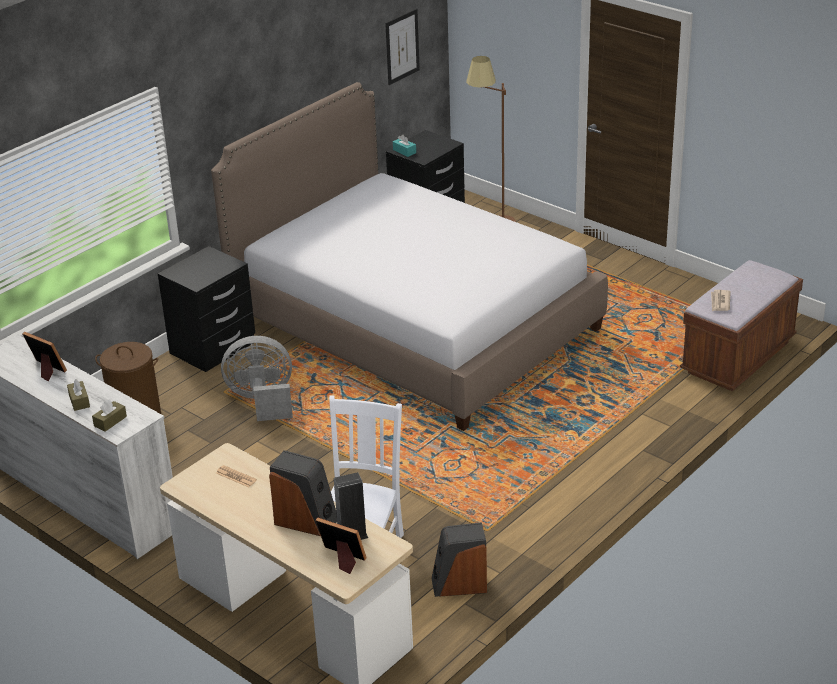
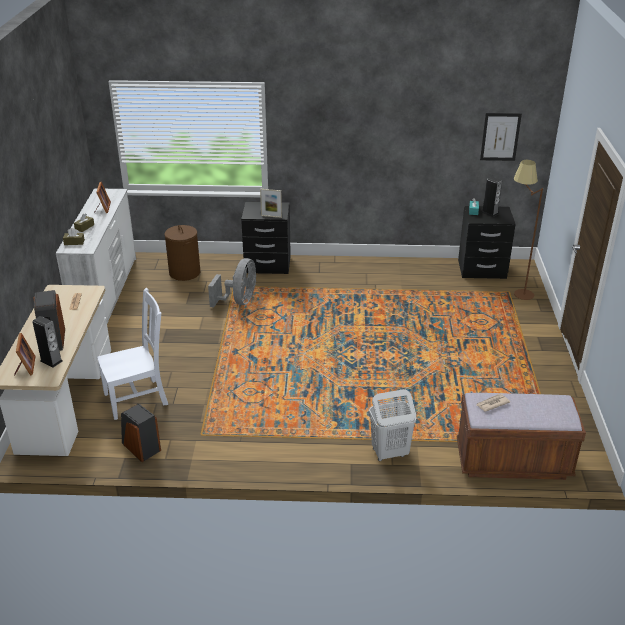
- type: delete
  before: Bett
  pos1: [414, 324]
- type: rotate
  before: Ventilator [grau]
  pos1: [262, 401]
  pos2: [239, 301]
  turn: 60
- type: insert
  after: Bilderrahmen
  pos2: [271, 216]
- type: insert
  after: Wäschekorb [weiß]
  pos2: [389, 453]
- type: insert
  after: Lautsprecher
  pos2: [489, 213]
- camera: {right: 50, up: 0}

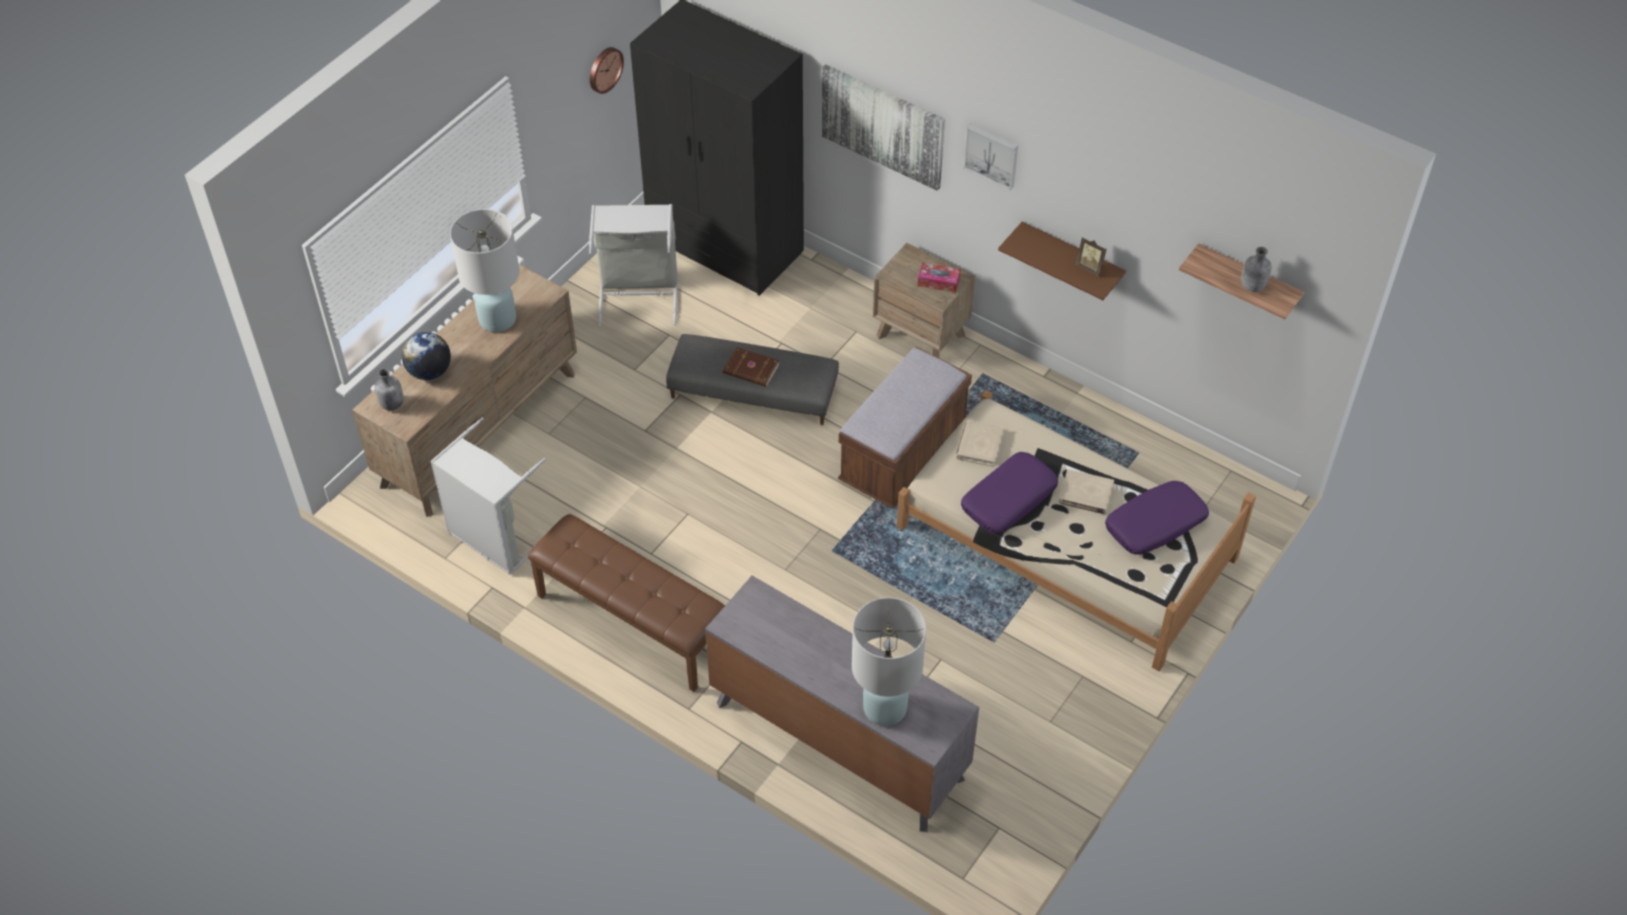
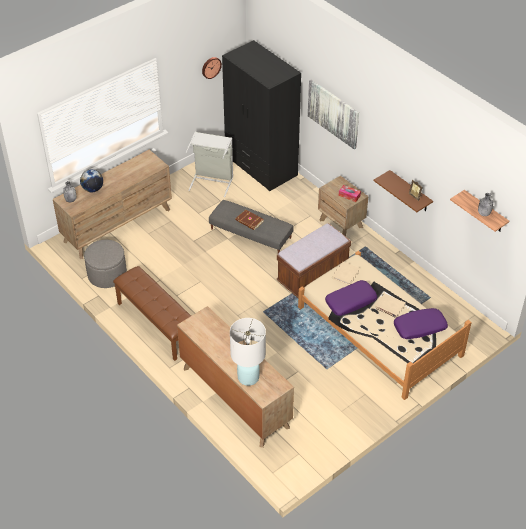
- type: replace
  before: Wäschekorb [grau]
  after: Polsterhocker [grau]
  pos1: [495, 539]
  pos2: [107, 274]
- type: delete
  before: Tischlampe [weiß]
  pos1: [498, 319]
- type: recolor
  before: Kommode [grau]
  after: Kommode [braun]
  pos1: [837, 740]
  pos2: [234, 397]
- type: delete
  before: Bild
  pos1: [992, 155]
- camera: {right: 15, up: -5}

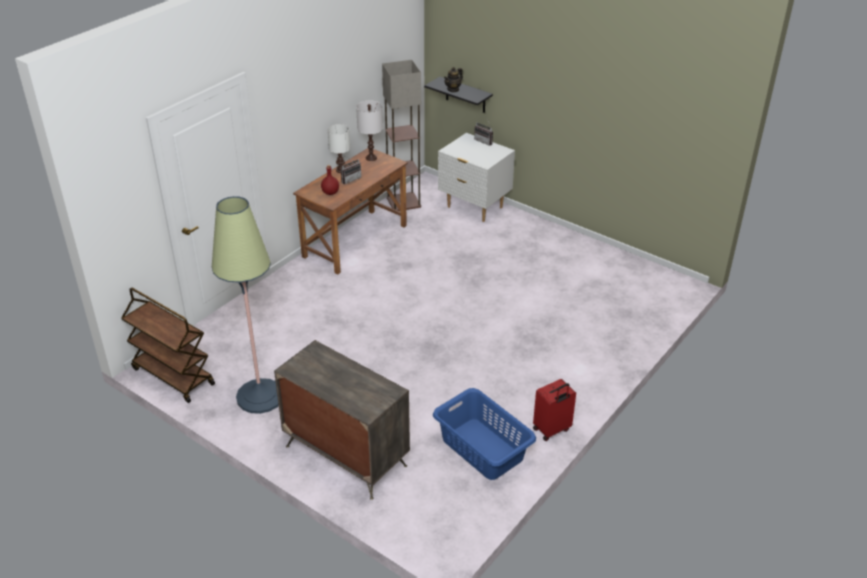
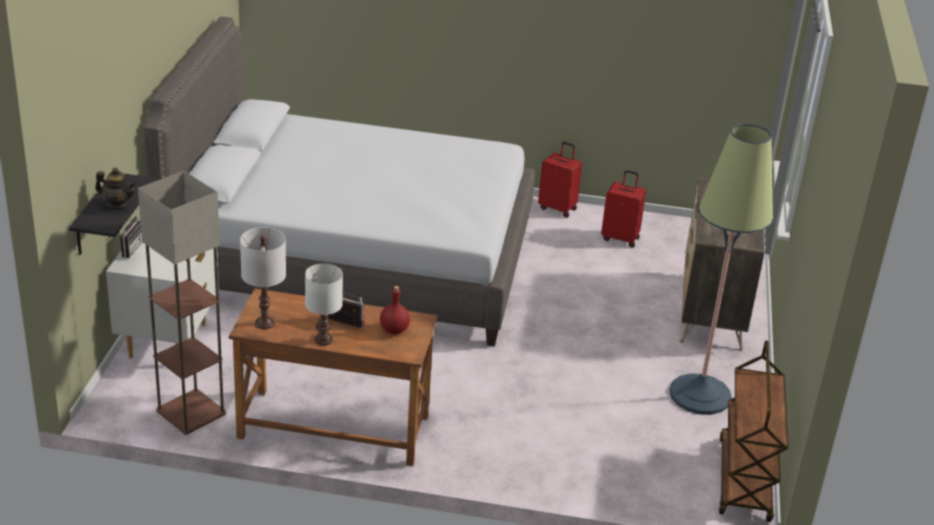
- type: replace
  before: Wäschekorb [blau]
  after: Koffer [rot]
  pos1: [482, 449]
  pos2: [620, 238]
- type: insert
  after: Bett [grau]
  pos2: [352, 259]
- camera: {right: -120, up: -5}

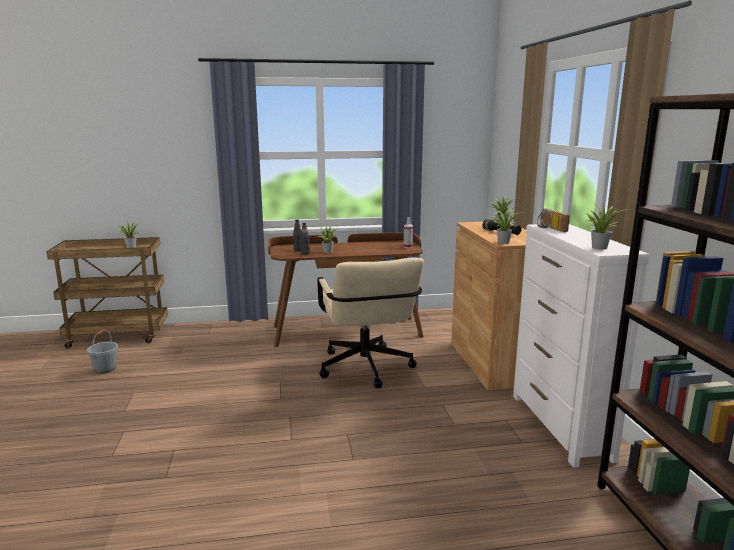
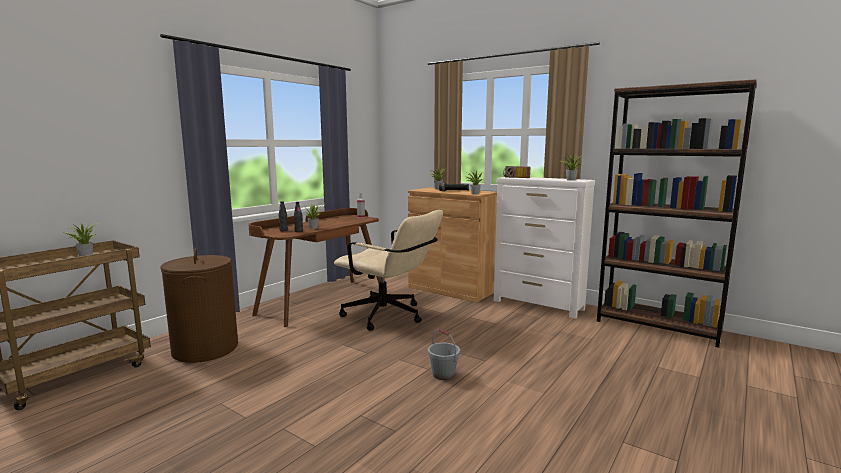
- type: move
  before: Eimer [grau]
  pos1: [105, 369]
  pos2: [443, 374]
- type: insert
  after: Wäschekorb [braun]
  pos2: [205, 349]
- camera: {right: -45, up: -5}

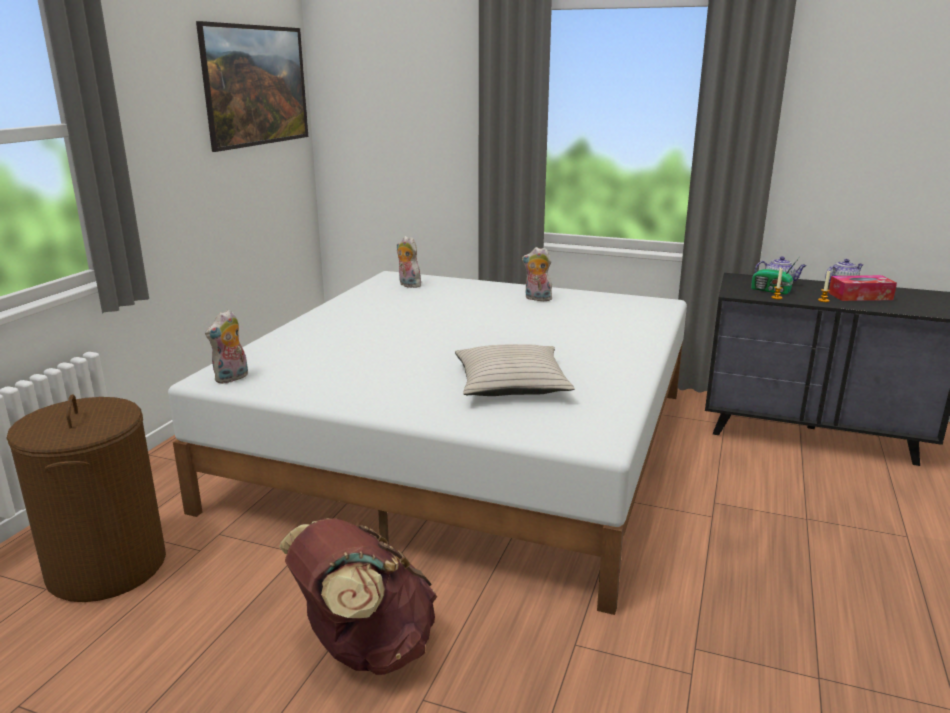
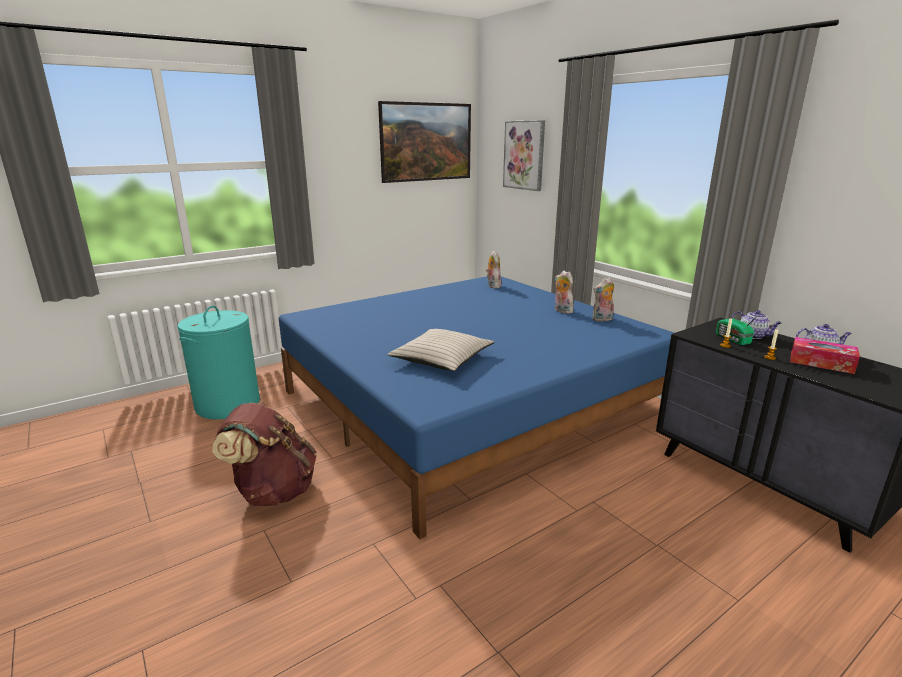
- type: recolor
  before: Wäschekorb [braun]
  after: Wäschekorb [türkis]
  pos1: [106, 567]
  pos2: [227, 404]
- type: recolor
  before: Bett [weiß]
  after: Bett [blau]
  pos1: [467, 447]
  pos2: [470, 404]
- type: move
  before: Plüschtier
  pos1: [232, 378]
  pos2: [602, 319]
- type: insert
  after: Bild
  pos2: [524, 155]
- camera: {right: 35, up: 0}

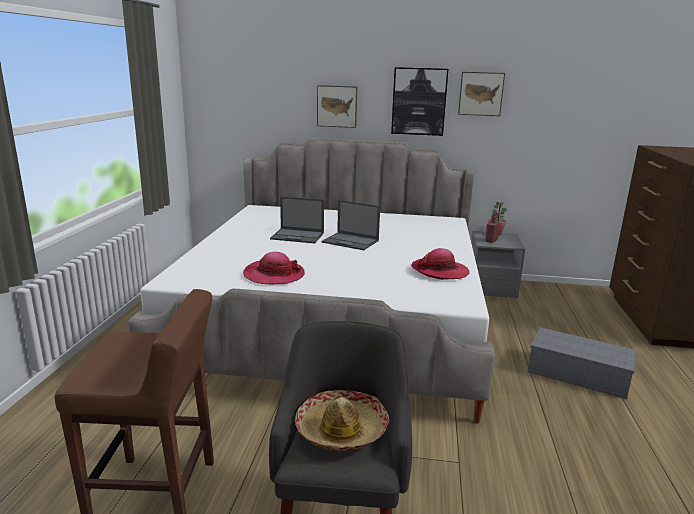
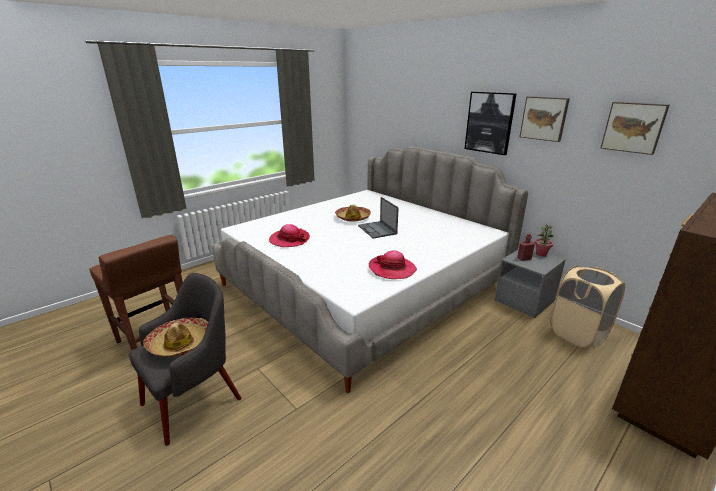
- type: replace
  before: Laptop
  after: Hut
  pos1: [298, 236]
  pos2: [352, 218]
- type: move
  before: Bild
  pos1: [337, 106]
  pos2: [633, 127]
- type: delete
  before: Aufbewahrungsbox [grau]
  pos1: [580, 374]
- type: insert
  after: Wäschekorb [beige]
  pos2: [578, 334]
- camera: {right: 40, up: 5}

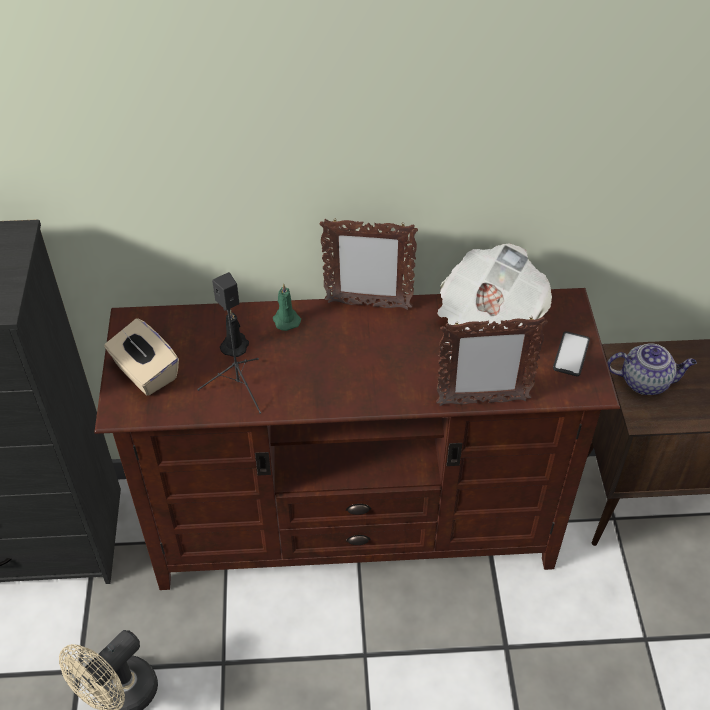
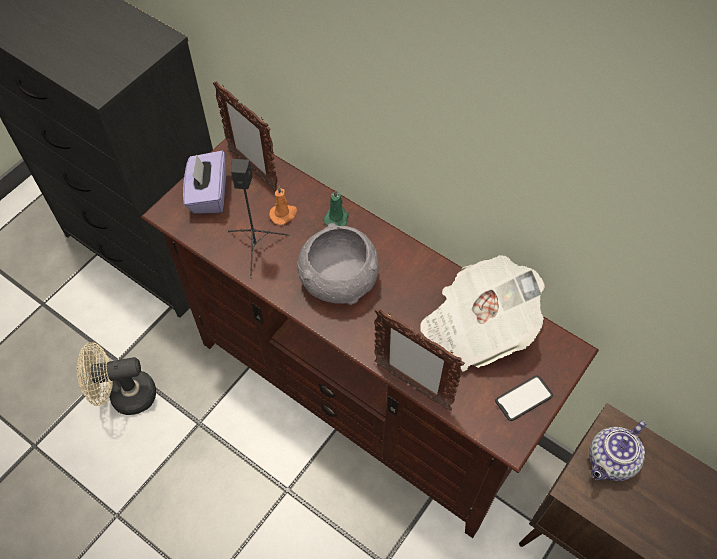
- type: recolor
  before: Taschentuchbox [beige]
  after: Taschentuchbox [lila]
  pos1: [145, 372]
  pos2: [208, 194]
- type: recolor
  before: Kerze [schwarz]
  after: Kerze [orange]
  pos1: [235, 345]
  pos2: [284, 214]
- type: move
  before: Bilderrahmen
  pos1: [367, 305]
  pos2: [253, 170]
- type: rotate
  before: Teekanne
  pos1: [646, 382]
  pos2: [610, 461]
  turn: 90
- type: insert
  after: Schüssel [grau]
  pos2: [339, 279]
- camera: {right: 40, up: 10}

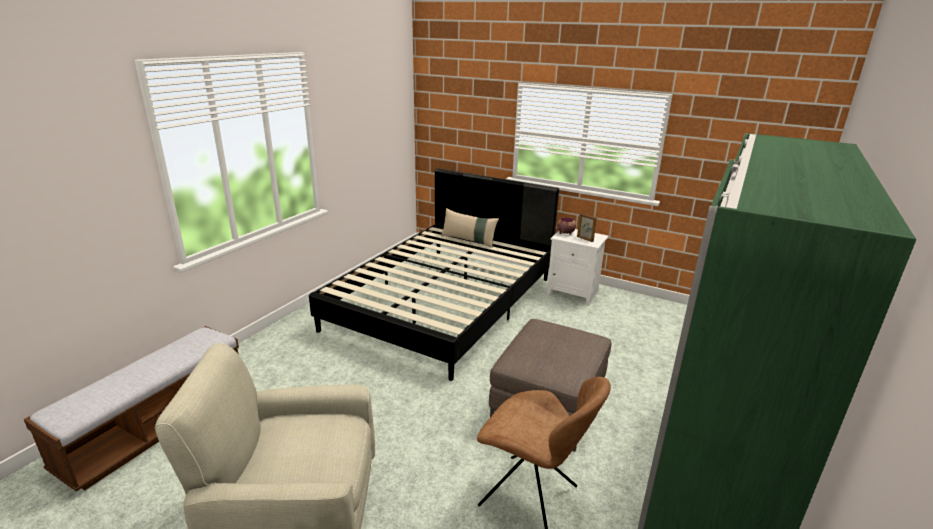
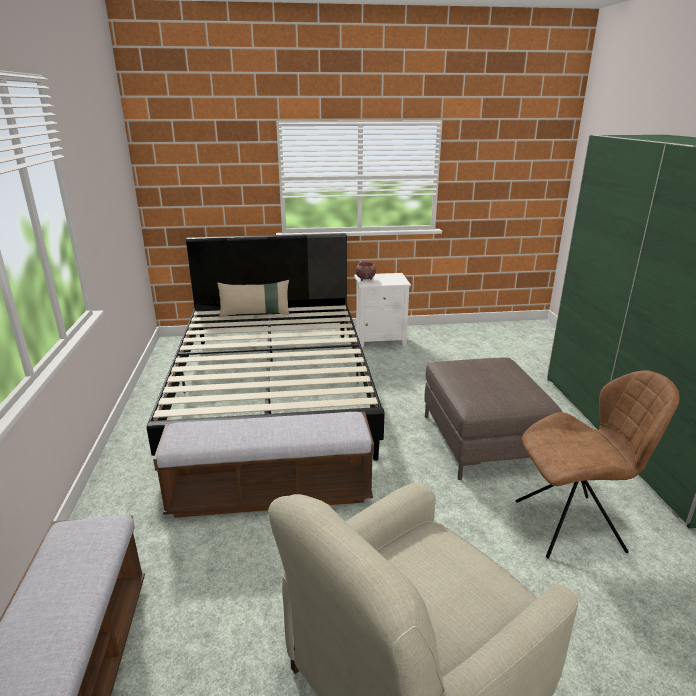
- type: delete
  before: Bilderrahmen
  pos1: [585, 239]
- type: insert
  after: Bank
  pos2: [271, 493]
- camera: {right: -35, up: 0}

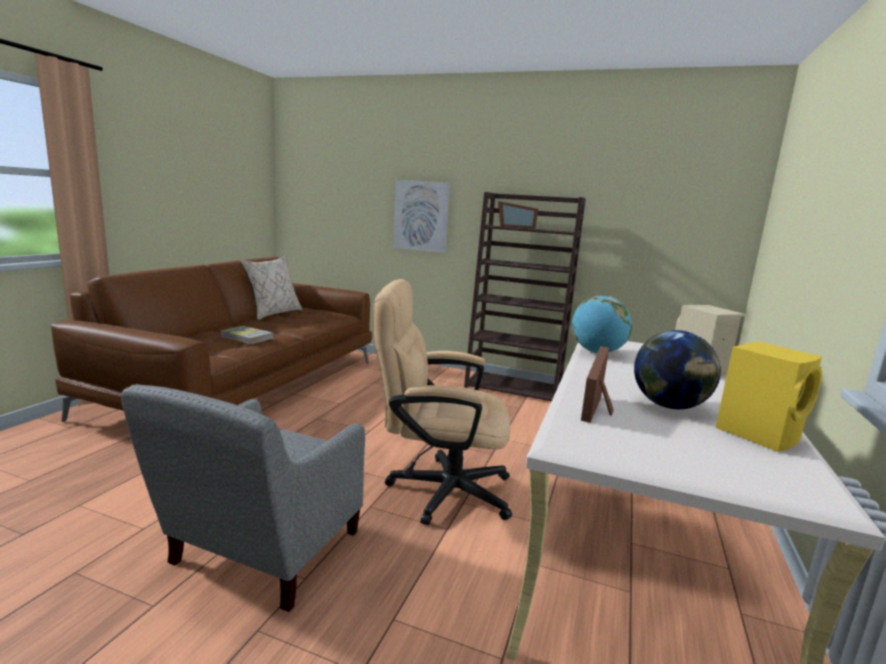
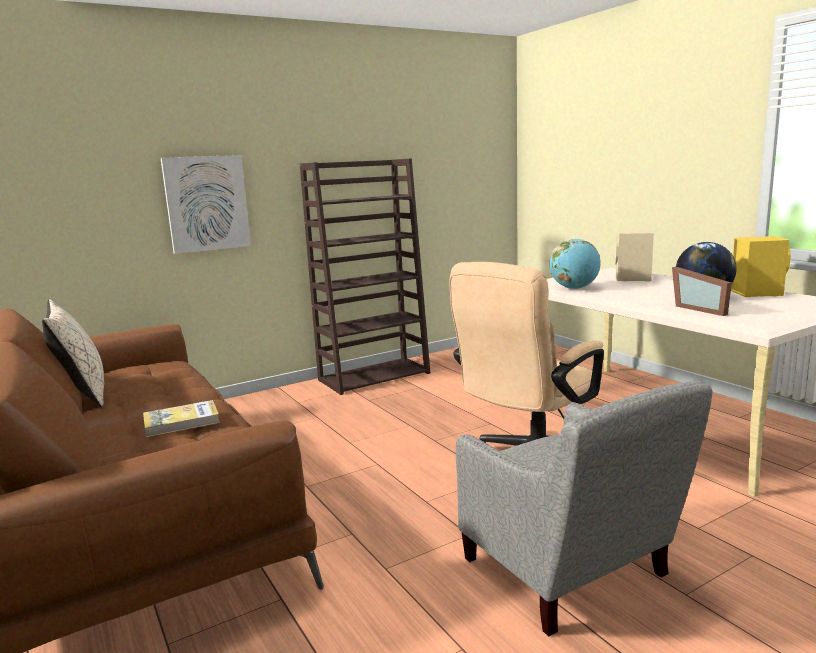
- type: delete
  before: Bilderrahmen
  pos1: [516, 227]
- camera: {right: -50, up: 0}

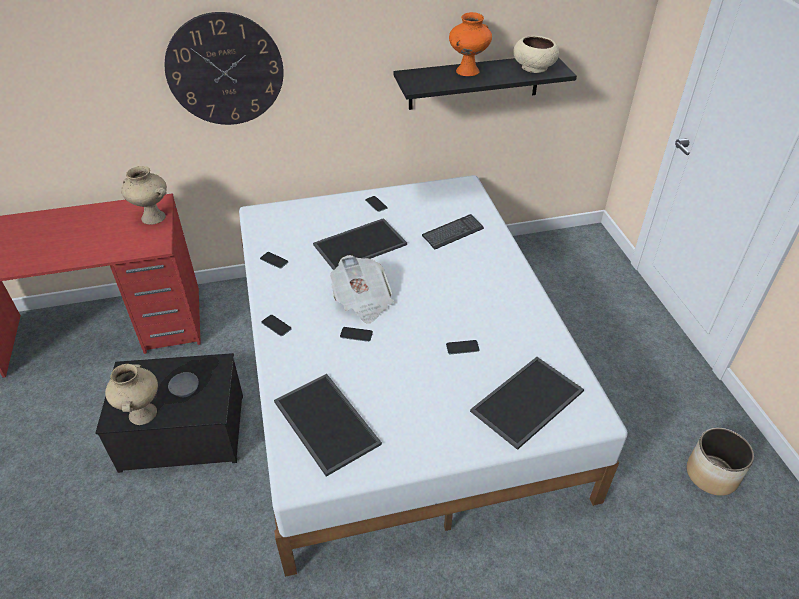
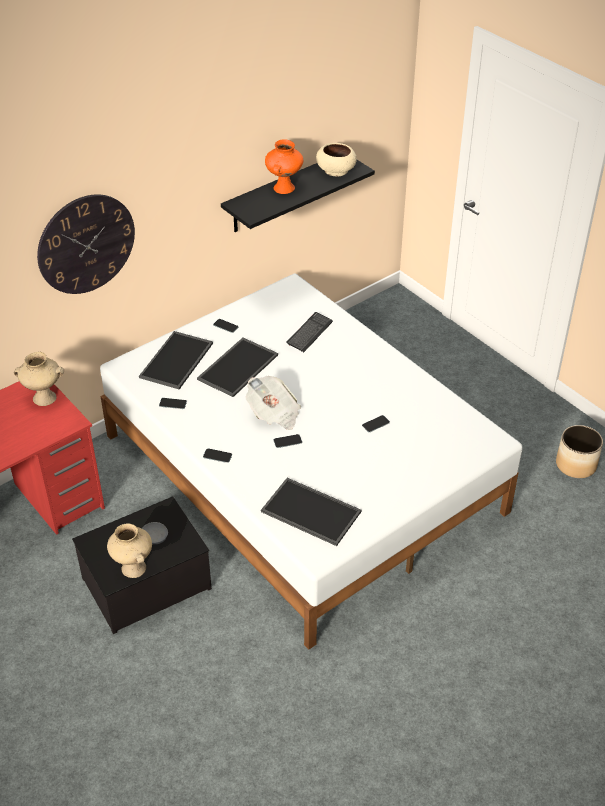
- type: move
  before: Tablett
  pos1: [528, 403]
  pos2: [177, 361]
- camera: {right: -25, up: 0}

